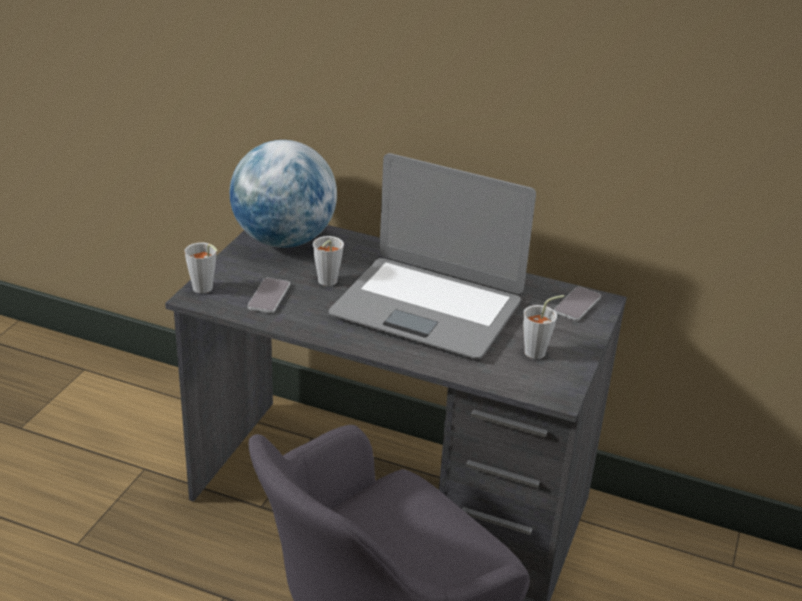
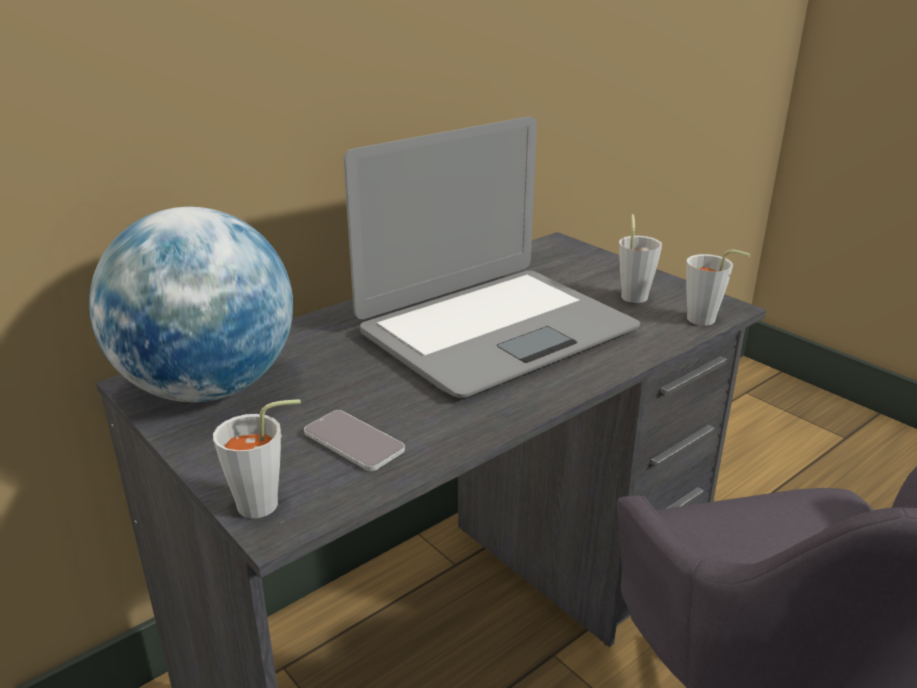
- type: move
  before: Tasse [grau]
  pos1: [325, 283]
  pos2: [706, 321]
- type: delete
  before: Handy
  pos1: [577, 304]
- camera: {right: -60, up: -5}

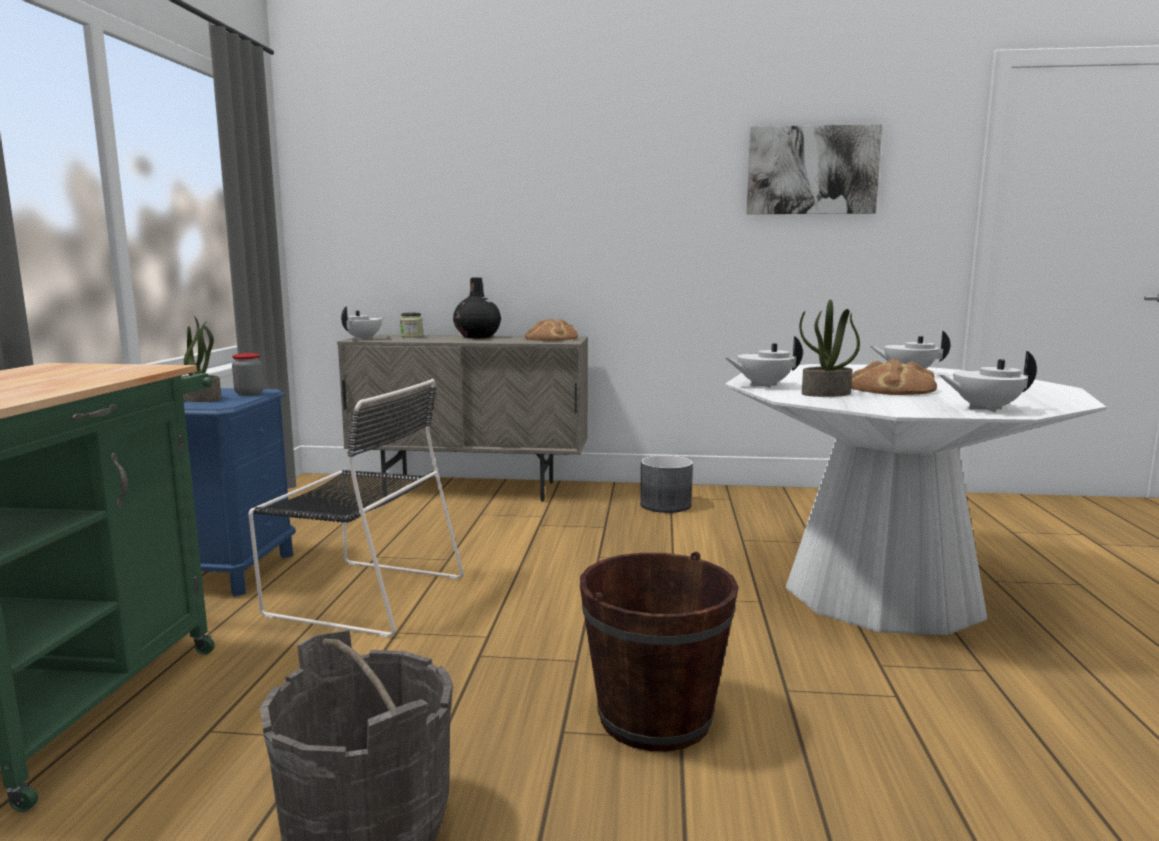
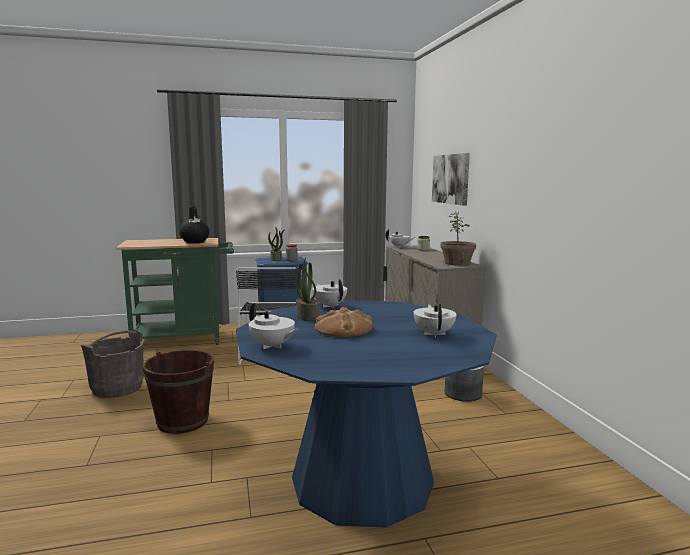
- type: move
  before: Vase [schwarz]
  pos1: [477, 337]
  pos2: [194, 242]
- type: replace
  before: Brot
  after: Topfpflanze
  pos1: [551, 338]
  pos2: [457, 263]
- type: recolor
  before: Esstisch [weiß]
  after: Esstisch [blau]
  pos1: [883, 591]
  pos2: [362, 479]
- type: move
  before: Bild
  pos1: [812, 170]
  pos2: [451, 179]
- type: rotate
  before: Teekanne [weiß]
  pos1: [984, 409]
  pos2: [272, 346]
  turn: 150
- camera: {right: 70, up: 0}

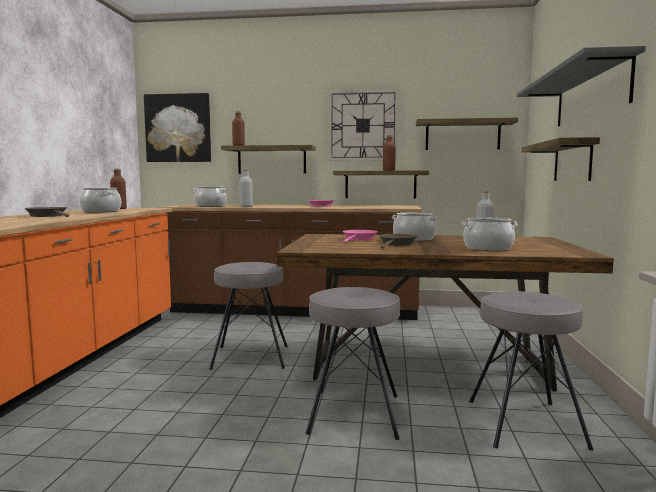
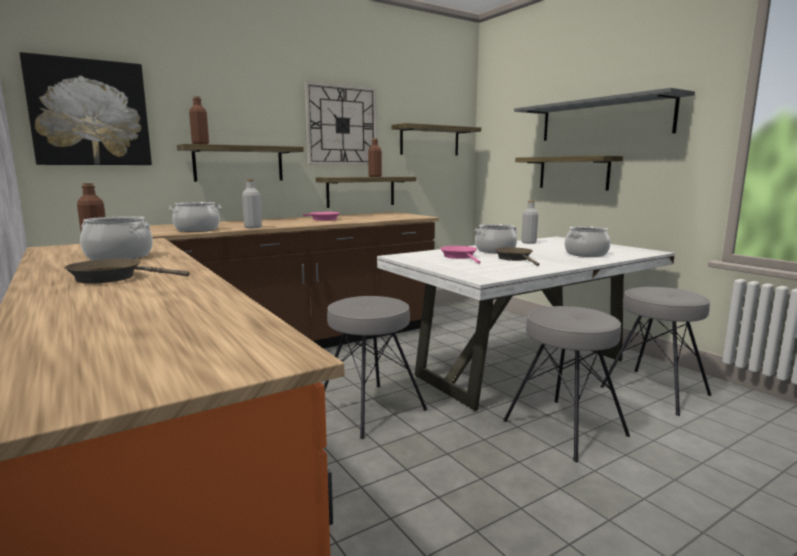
- type: recolor
  before: Esstisch [braun]
  after: Esstisch [weiß]
  pos1: [429, 367]
  pos2: [522, 368]
- camera: {right: -40, up: 5}

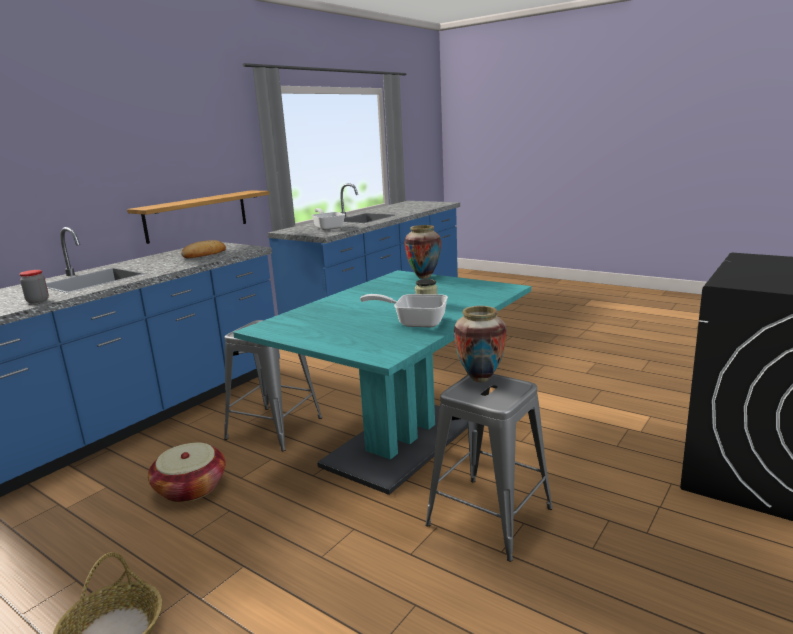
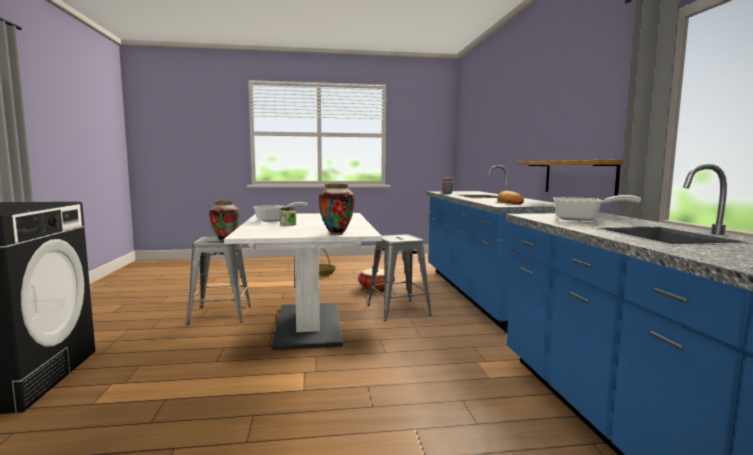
- type: recolor
  before: Esstisch [türkis]
  after: Esstisch [weiß]
  pos1: [401, 442]
  pos2: [308, 325]
- camera: {right: 135, up: -10}

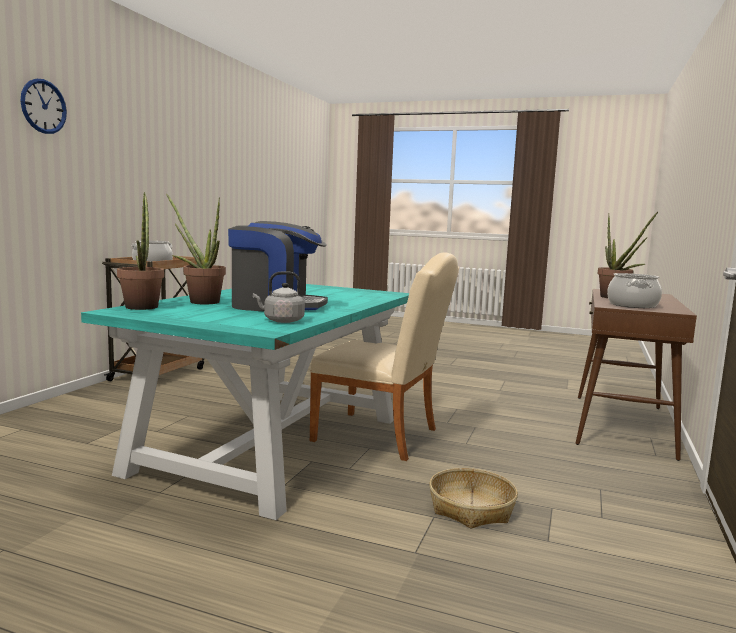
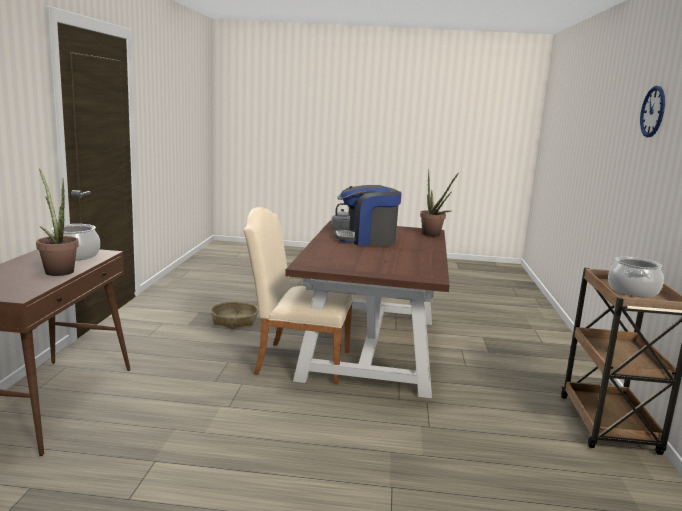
- type: recolor
  before: Esstisch [türkis]
  after: Esstisch [braun]
  pos1: [274, 443]
  pos2: [371, 348]
- type: delete
  before: Topfpflanze
  pos1: [199, 301]
- camera: {right: 165, up: 5}

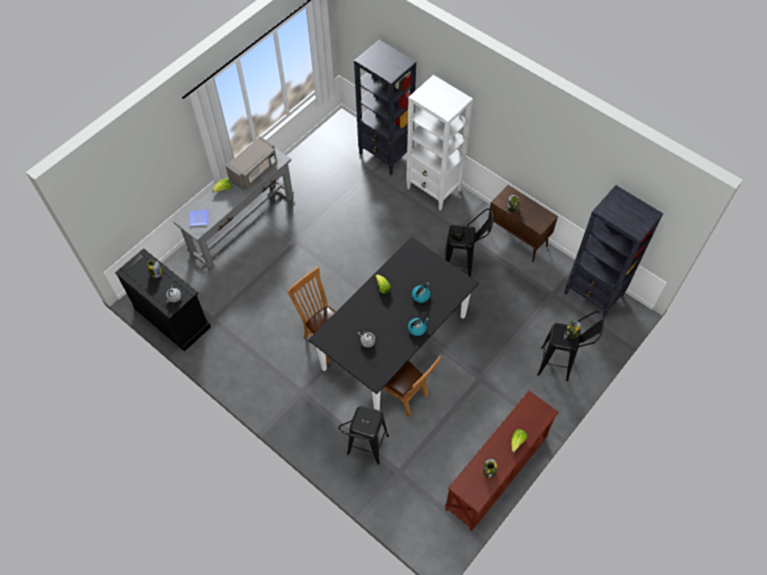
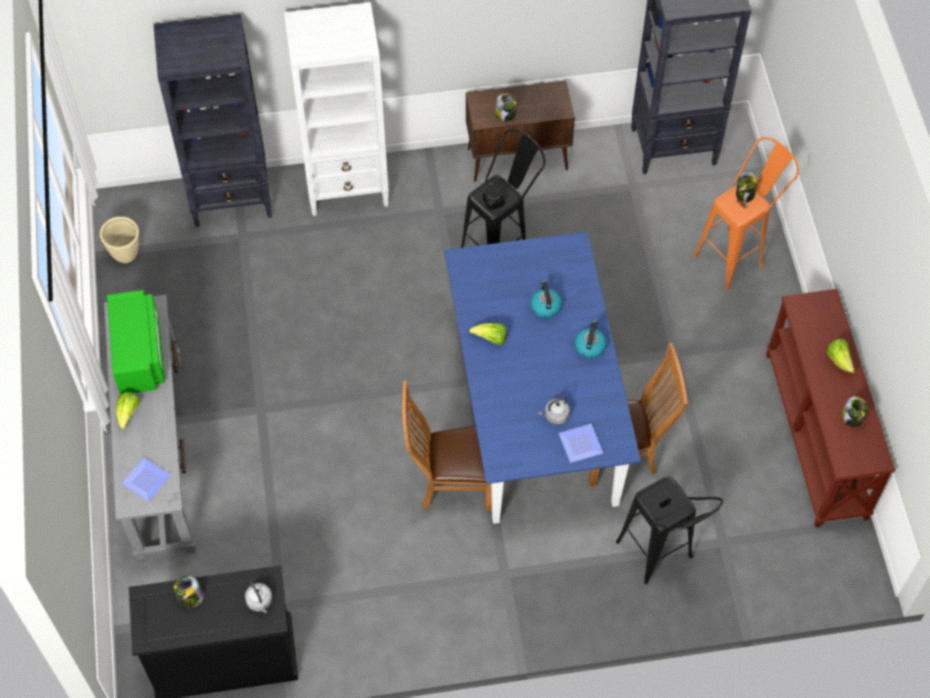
- type: recolor
  before: Mikrowelle [grau]
  after: Mikrowelle [grün]
  pos1: [254, 172]
  pos2: [139, 354]
- type: recolor
  before: Esstisch [schwarz]
  after: Esstisch [blau]
  pos1: [394, 342]
  pos2: [533, 408]
- type: recolor
  before: Hocker [schwarz]
  after: Hocker [orange]
  pos1: [561, 365]
  pos2: [736, 255]
- type: insert
  after: Pflanzkübel [beige]
  pos2: [126, 255]
- type: insert
  after: Teller
  pos2: [582, 445]
- camera: {right: -50, up: 0}

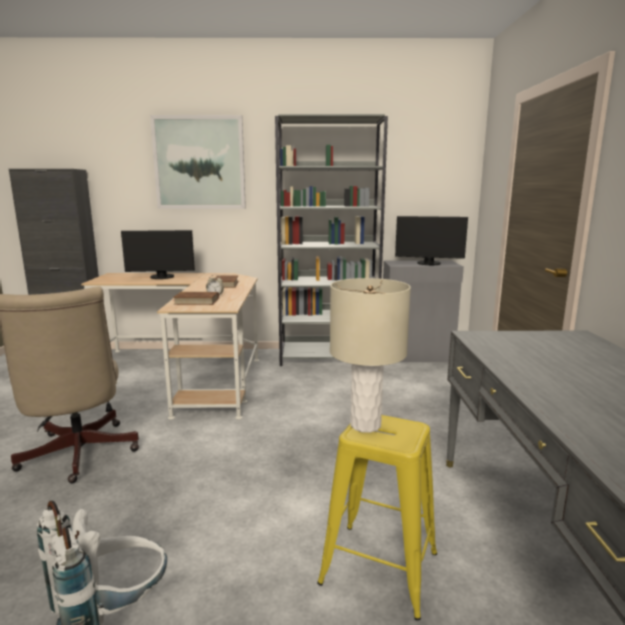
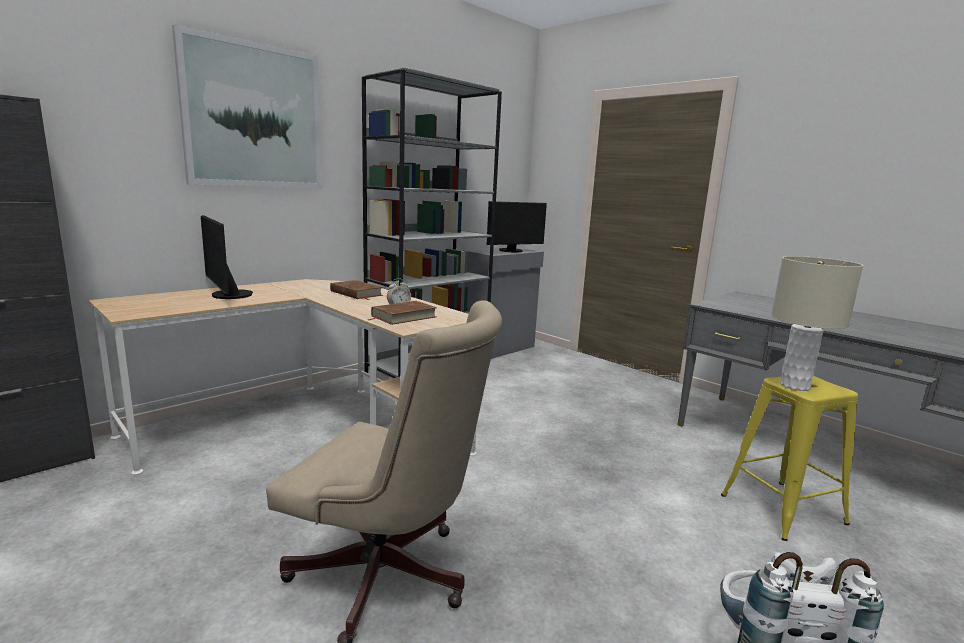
- type: rotate
  before: Monitor
  pos1: [161, 277]
  pos2: [227, 295]
  turn: 105
- camera: {right: -45, up: 0}

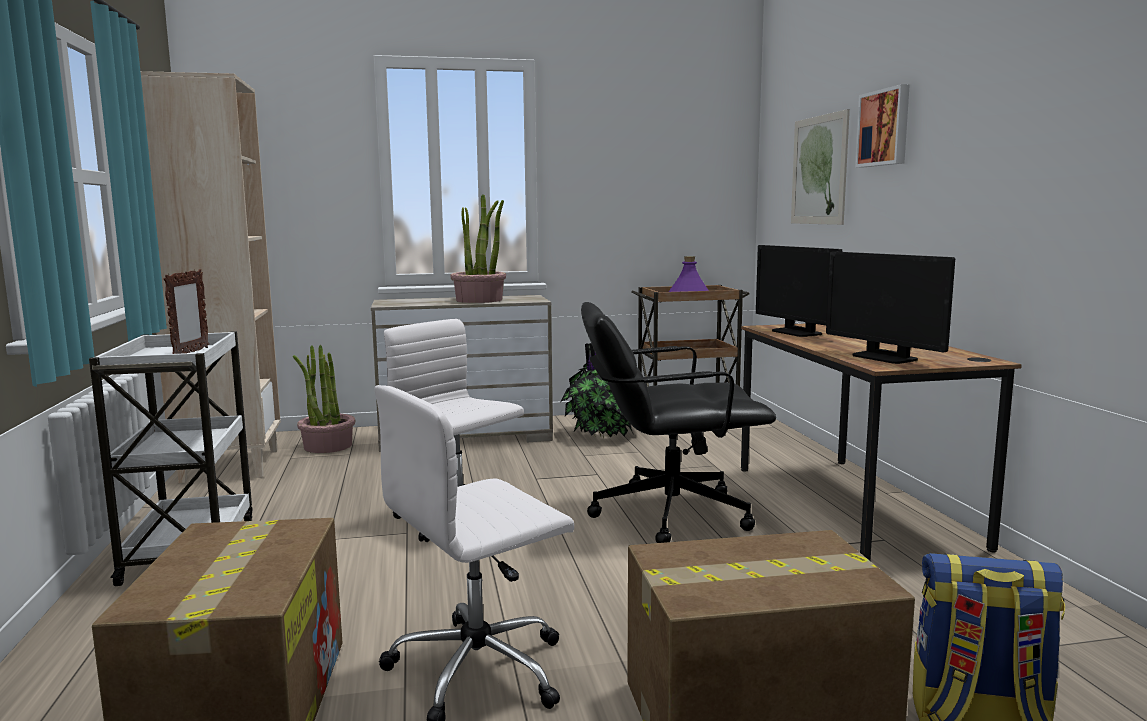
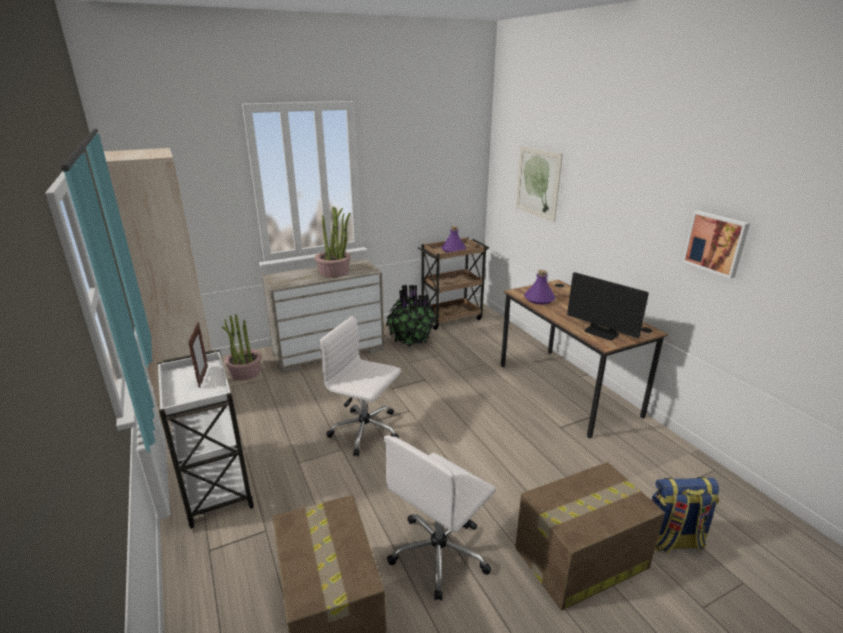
- type: delete
  before: Bürostuhl [schwarz]
  pos1: [668, 513]
- type: replace
  before: Monitor
  after: Flasche [lila]
  pos1: [796, 332]
  pos2: [539, 299]
- type: move
  before: Bild
  pos1: [885, 128]
  pos2: [716, 243]
- camera: {right: -15, up: 15}

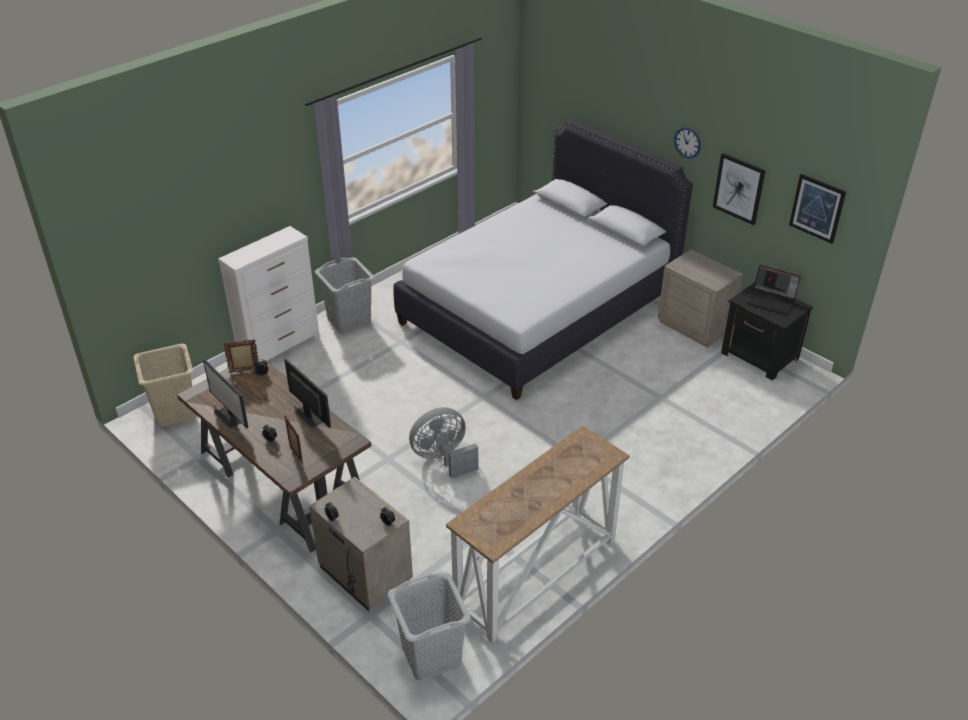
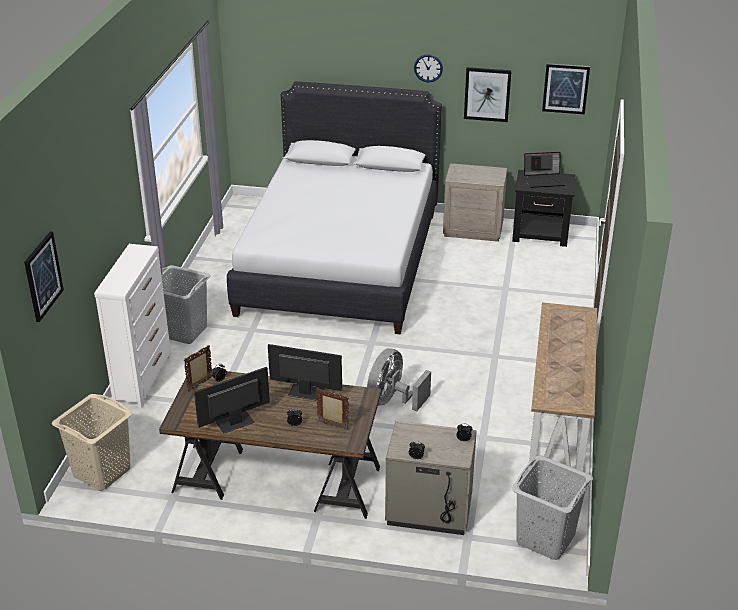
- type: rotate
  before: Monitor
  pos1: [231, 416]
  pos2: [234, 422]
  turn: 135
- type: insert
  after: Bild
  pos2: [43, 276]
- camera: {right: -35, up: -5}

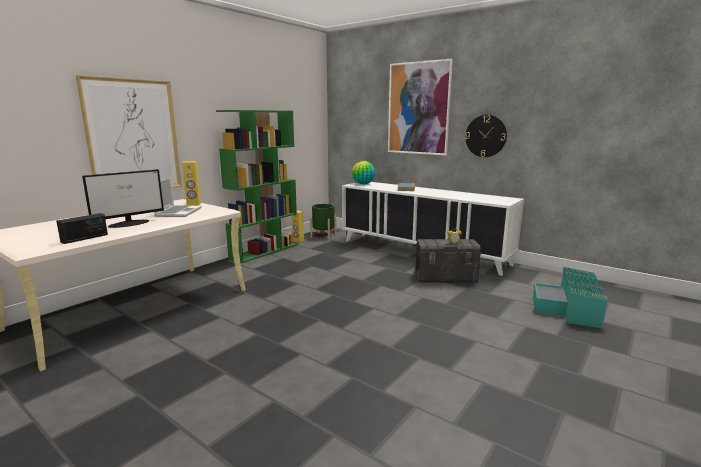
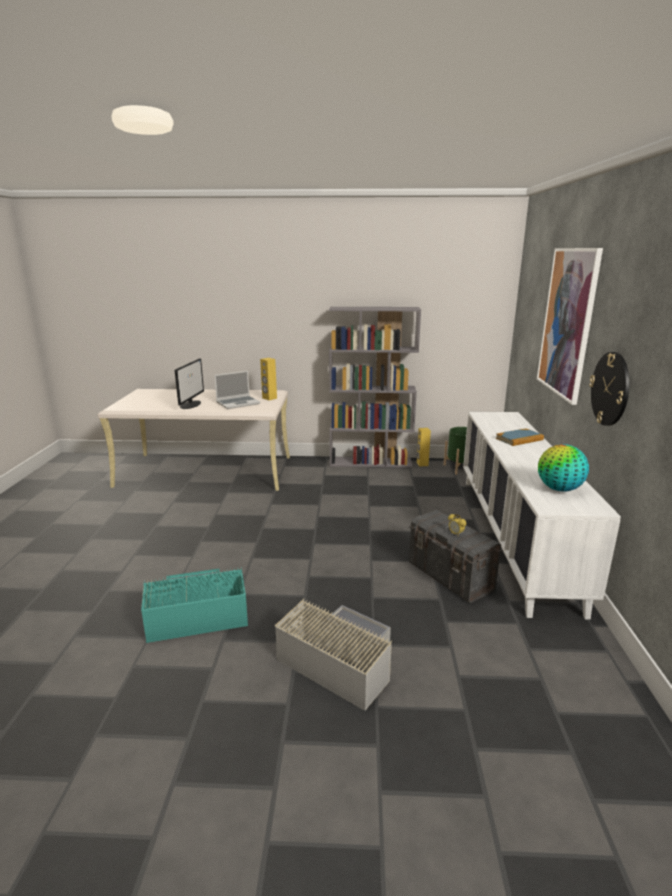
- type: delete
  before: Radio
  pos1: [85, 238]
- type: delete
  before: Bild
  pos1: [133, 137]
- type: rotate
  before: Monitor
  pos1: [129, 223]
  pos2: [191, 404]
  turn: -90
- type: recolor
  before: Bücherregal [grün]
  after: Bücherregal [grau]
  pos1: [264, 251]
  pos2: [371, 462]
- type: move
  before: Globus
  pos1: [363, 184]
  pos2: [559, 489]
- type: move
  before: Aufbewahrungsbox [türkis]
  pos1: [569, 309]
  pos2: [195, 614]
- type: insert
  after: Aufbewahrungsbox [grau]
  pos2: [338, 661]
- camera: {right: 55, up: 5}

